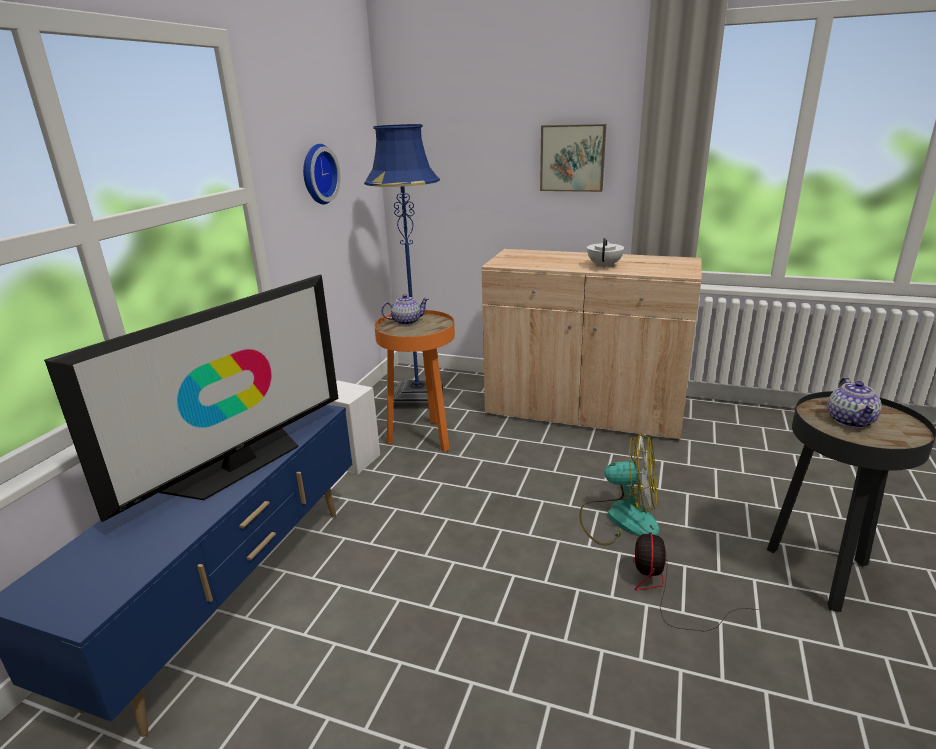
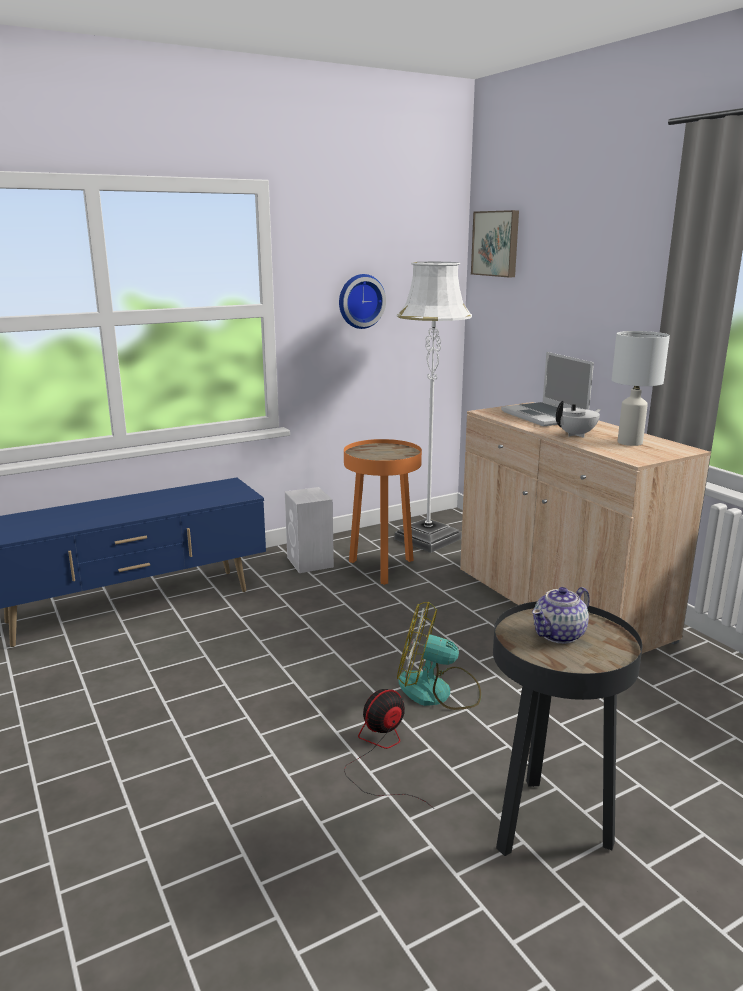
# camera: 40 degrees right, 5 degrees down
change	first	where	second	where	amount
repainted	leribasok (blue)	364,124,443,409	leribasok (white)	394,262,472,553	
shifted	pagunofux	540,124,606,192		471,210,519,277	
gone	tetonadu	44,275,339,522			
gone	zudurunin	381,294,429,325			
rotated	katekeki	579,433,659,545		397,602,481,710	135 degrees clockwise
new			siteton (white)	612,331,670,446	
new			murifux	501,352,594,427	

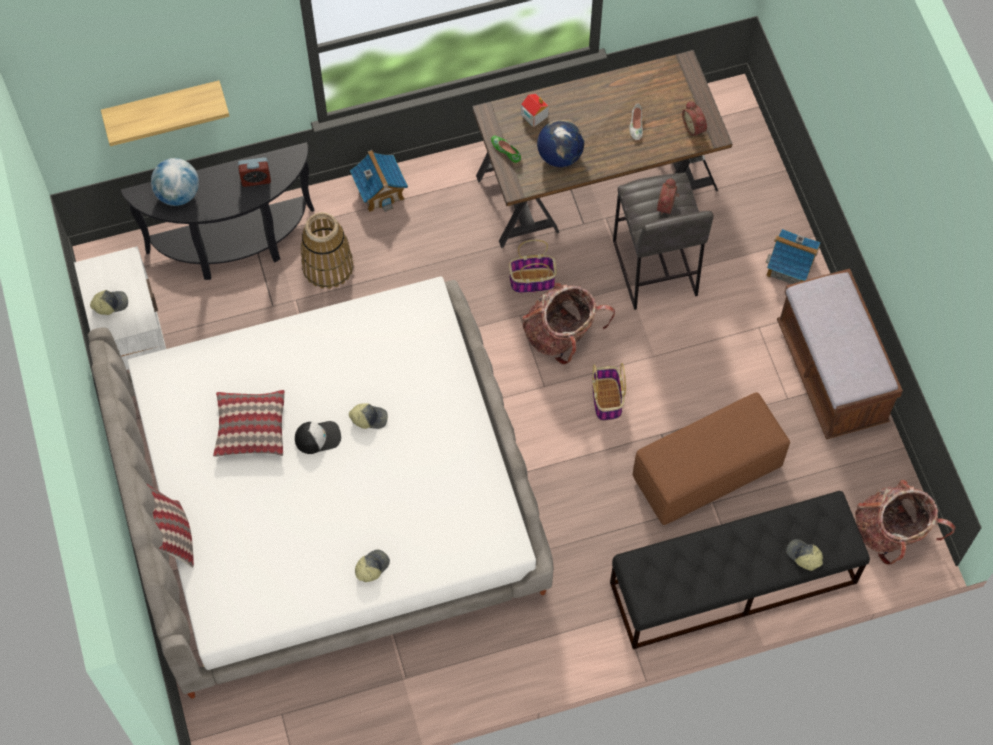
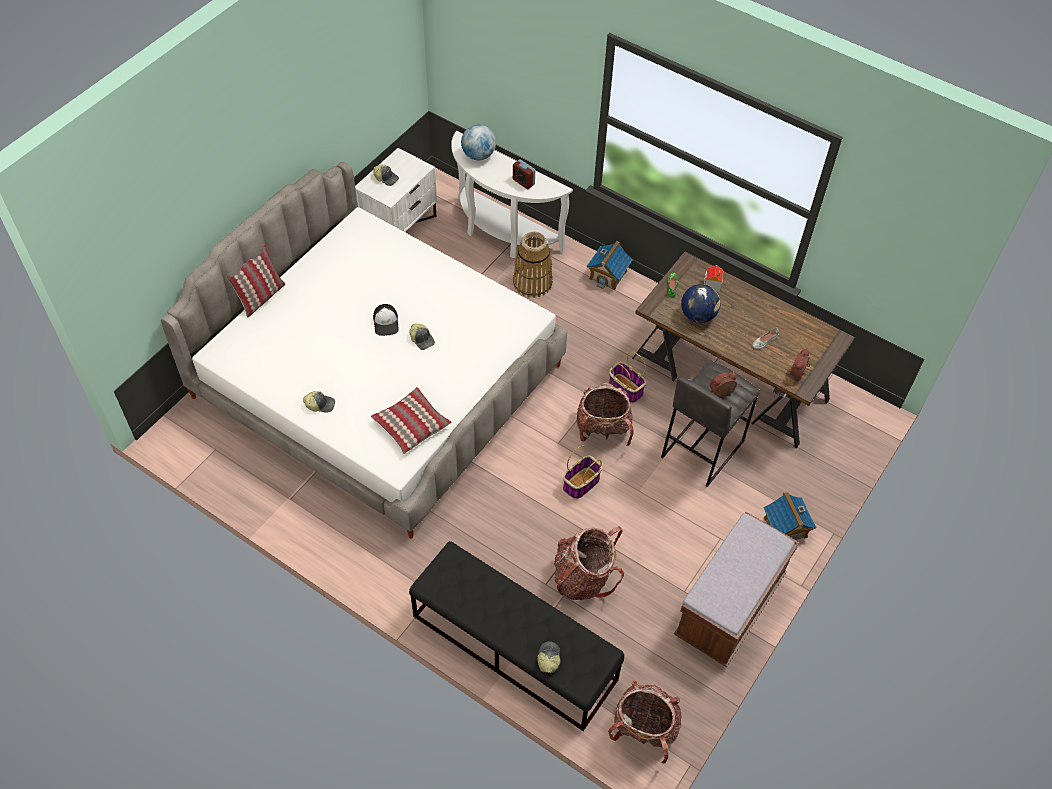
# camera: 50 degrees right, 10 degrees down
change	first	where	second	where	amount
gone	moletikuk	101,80,229,146			
repainted	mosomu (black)	121,142,315,280	mosomu (white)	451,131,573,258	
shifted	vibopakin	213,390,285,457		371,387,451,454	
swapped	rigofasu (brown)	633,392,790,525	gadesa	554,526,624,600	
rotated	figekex	295,421,341,454		373,304,399,336	45 degrees clockwise

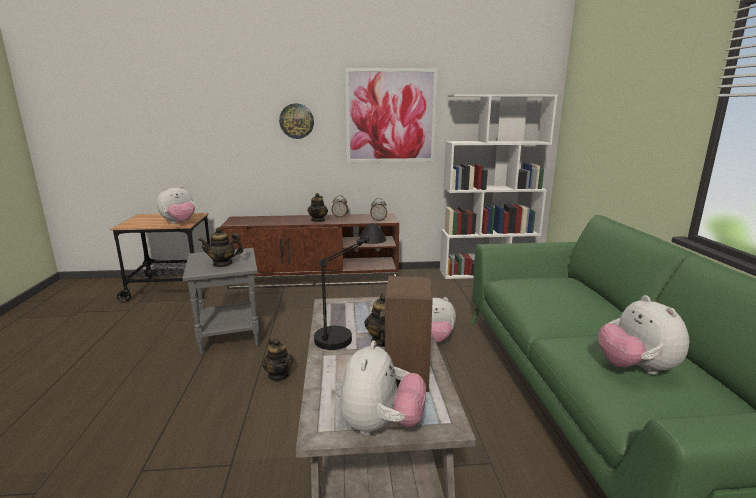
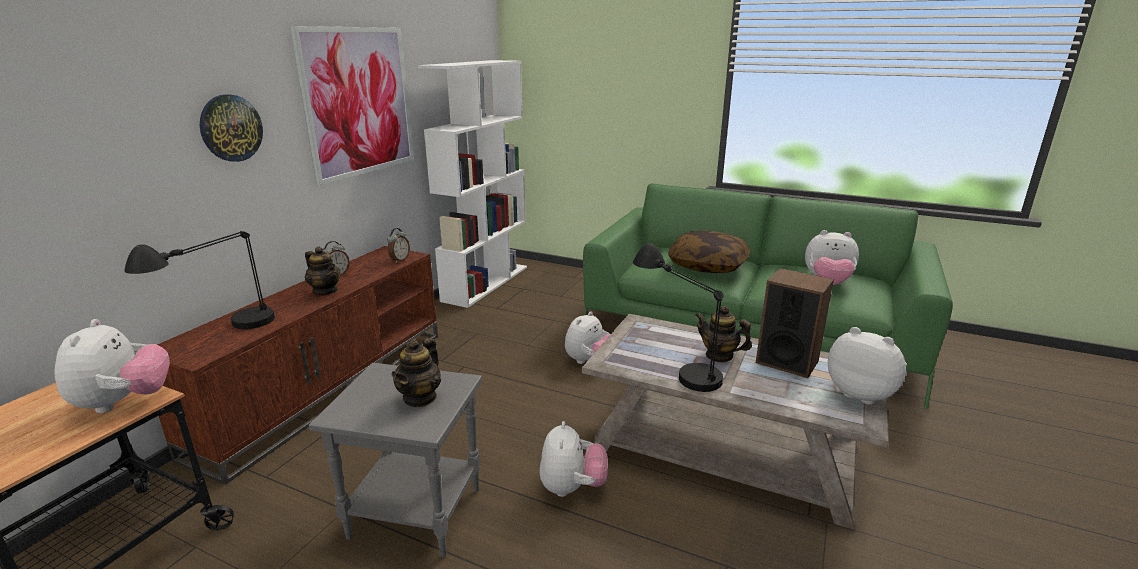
# camera: 60 degrees left, 5 degrees up
change	first	where	second	where	amount
swapped	zudurunin	262,338,293,381	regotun	540,421,608,497	
new			siteton (black)	124,231,275,329	
new			vibopakin	668,231,750,273	

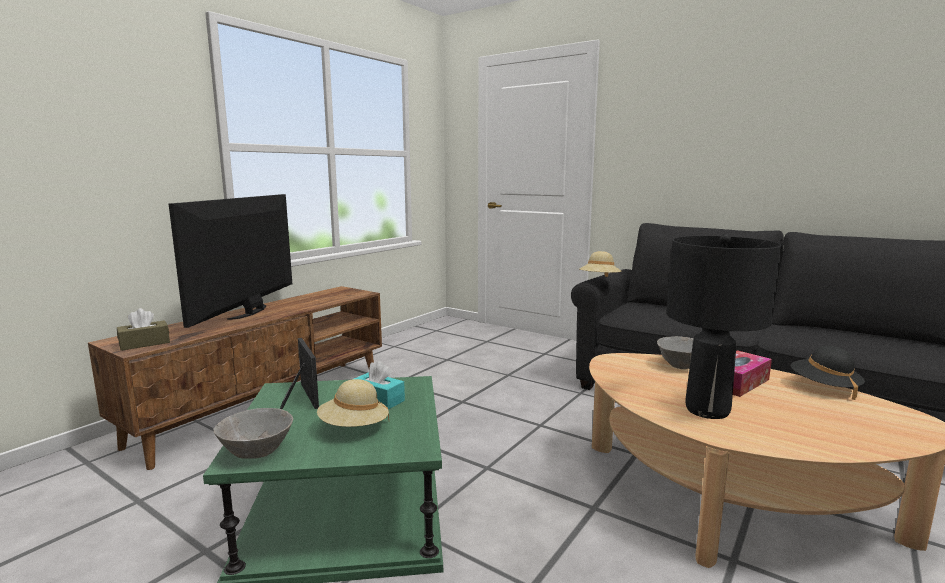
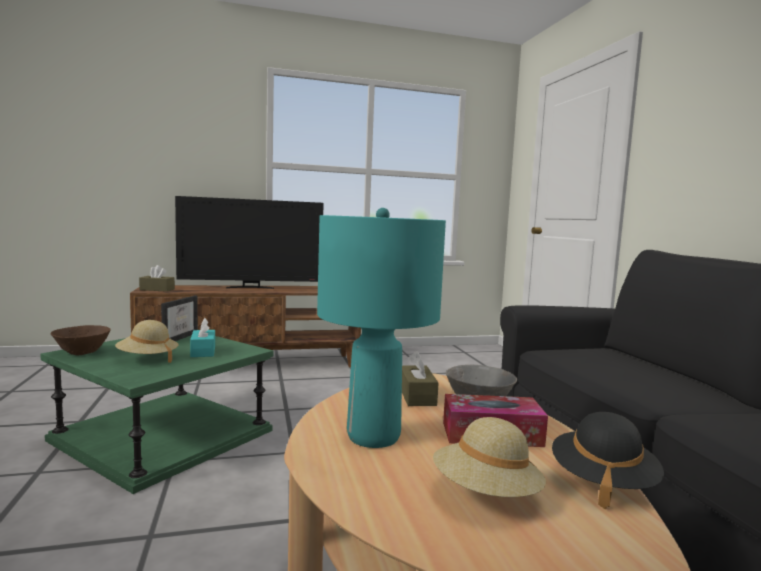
# camera: 40 degrees right, 5 degrees down
change	first	where	second	where	amount
rotated	tetonadu	169,194,292,328		175,196,324,289	150 degrees counterclockwise
repainted	siteton (black)	666,234,782,419	siteton (turquoise)	317,208,446,448	
shifted	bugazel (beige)	580,251,621,277		433,417,546,497	
repainted	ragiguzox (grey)	214,408,293,459	ragiguzox (brown)	50,325,111,355	
new			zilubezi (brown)	402,351,439,406	

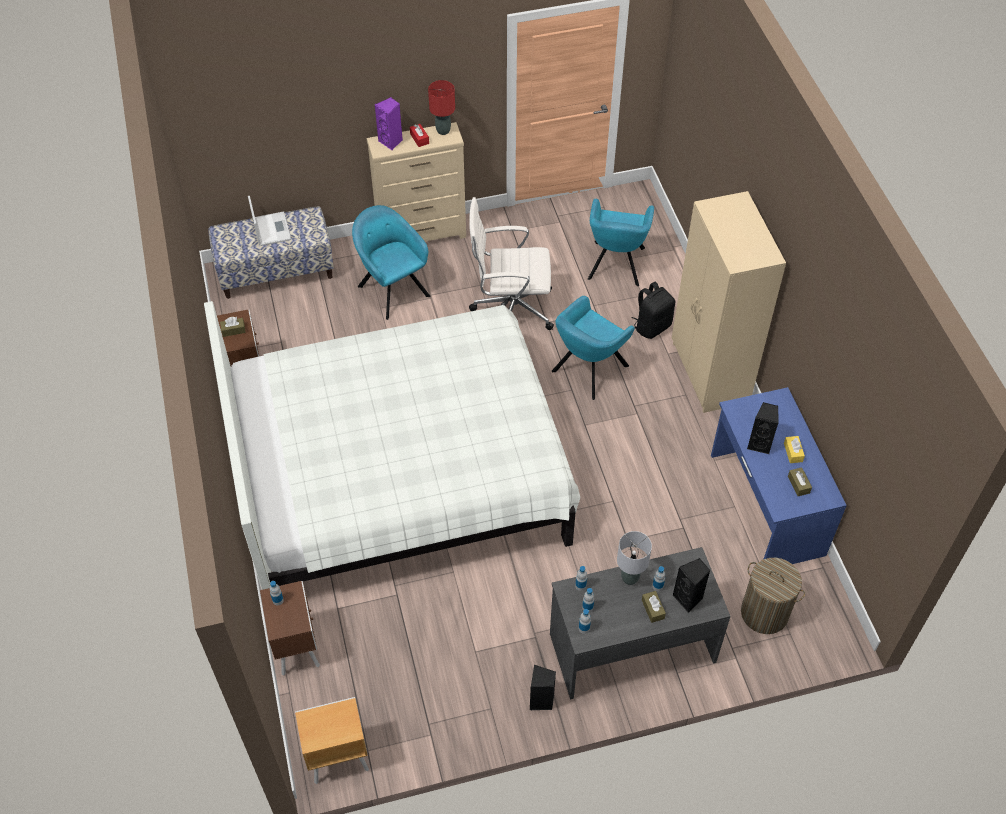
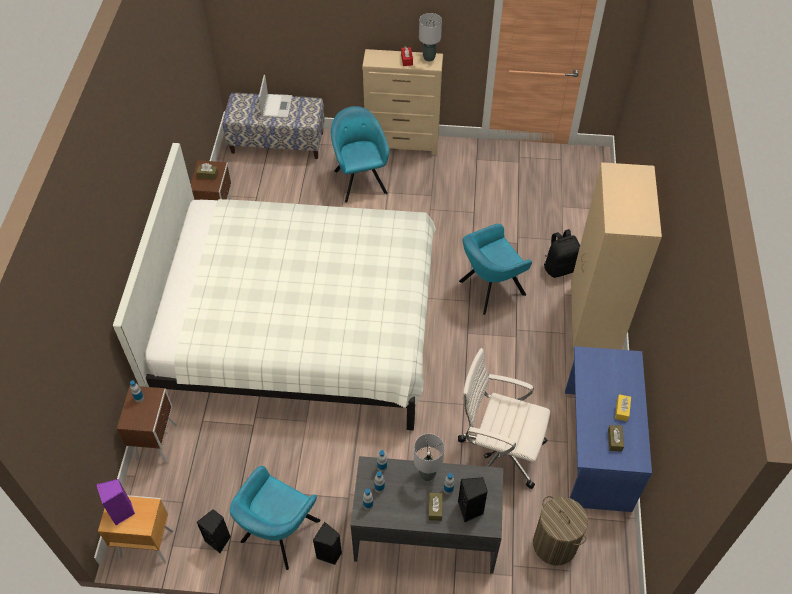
# camera: 20 degrees right, 0 degrees up
change	first	where	second	where	amount
repainted	siteton (red)	428,80,455,135	siteton (grey)	419,13,442,61	
shifted	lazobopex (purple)	375,97,403,150		96,479,135,525	
shifted	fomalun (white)	469,197,554,330		458,348,550,489	
shifted	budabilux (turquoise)	588,199,654,286		230,466,321,570	
shifted	lazobopex (black)	747,402,779,454		197,509,231,553	

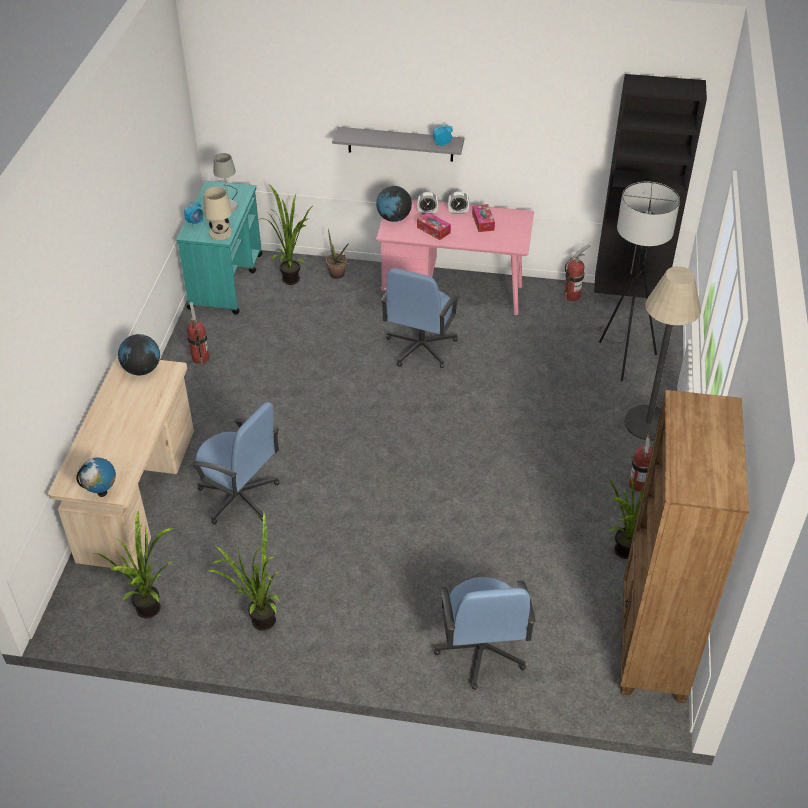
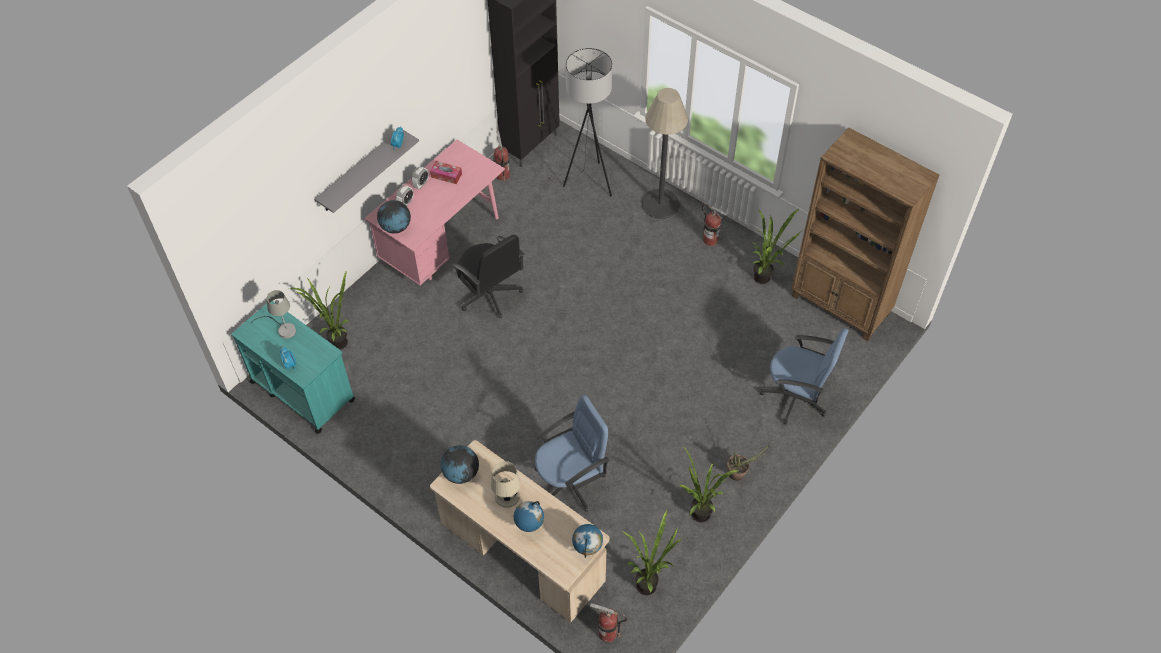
# camera: 60 degrees left, 10 degrees up
change	first	where	second	where	amount
shifted	siteton (beige)	204,187,232,240		491,461,521,508	
gone	zilubezi	417,212,451,240			
shifted	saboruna	326,228,349,279		727,444,770,481	
repainted	fomalun (blue)	381,268,460,368	fomalun (black)	452,235,524,318	
shifted	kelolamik	187,302,209,365		590,603,627,642	
new			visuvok	514,501,544,532	

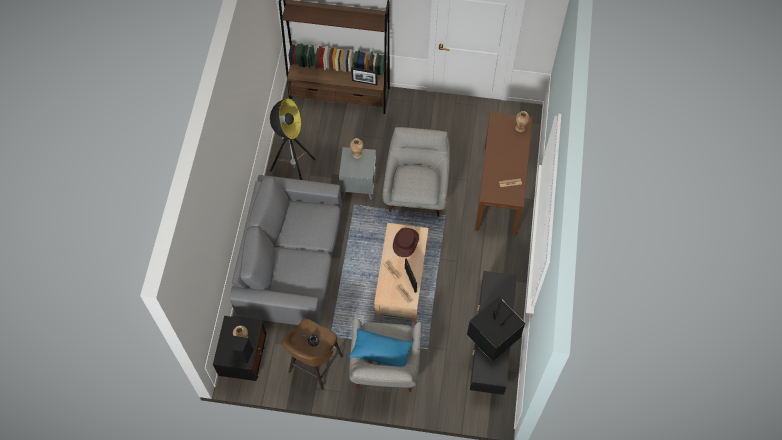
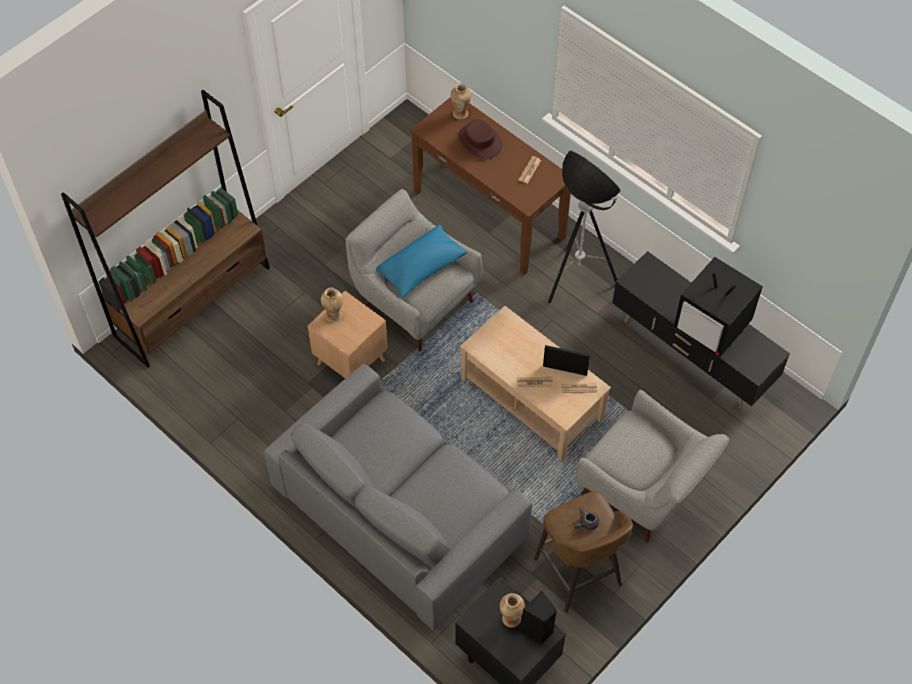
# camera: 55 degrees left, 5 degrees down
change	first	where	second	where	amount
gone	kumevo	351,67,378,85			
shifted	leribasok	270,98,315,180		548,150,621,303	
repainted	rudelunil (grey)	339,147,376,199	rudelunil (brown)	308,291,388,378	
shifted	bugazel (brown)	393,228,419,257		458,119,503,159	
rotated	tetonadu	467,297,525,362		674,257,763,357	135 degrees counterclockwise
shifted	vibopakin (blue)	349,328,413,367		376,225,468,297	

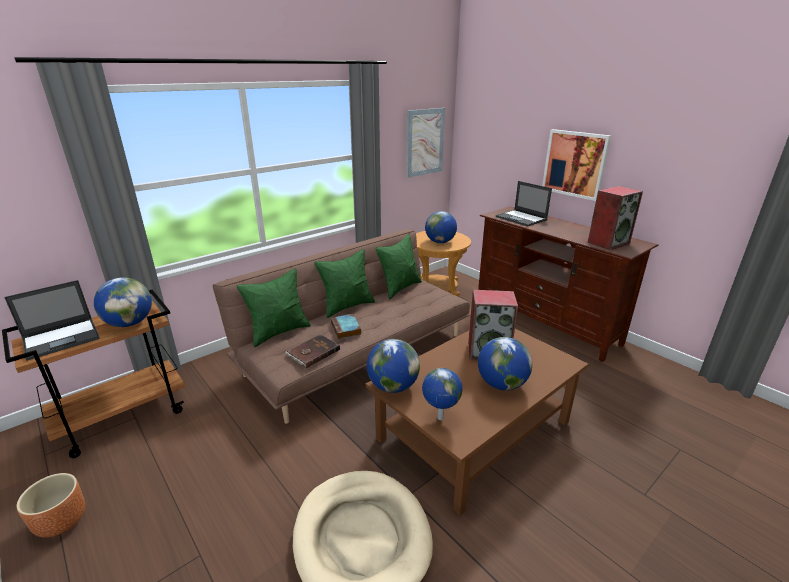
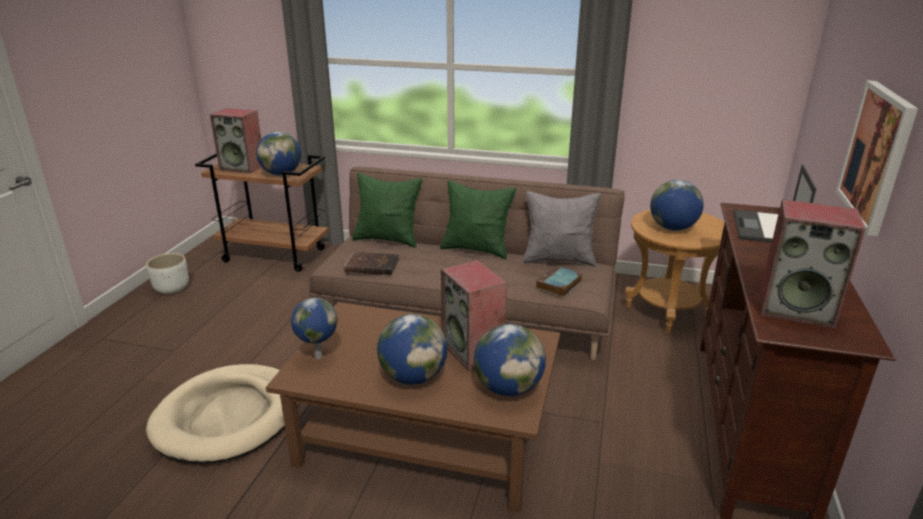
# camera: 55 degrees right, 0 degrees up
change	first	where	second	where	amount
gone	pagunofux	407,108,445,177			
repainted	vibopakin (green)	375,234,422,299	vibopakin (grey)	523,191,601,267	
swapped	murifux	4,280,100,361	lazobopex	210,108,261,173	
shifted	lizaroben	331,314,362,339		536,266,582,297	
shifted	visuvok	367,339,420,393		474,324,546,396	
repainted	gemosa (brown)	17,473,85,538	gemosa (white)	146,253,189,294	

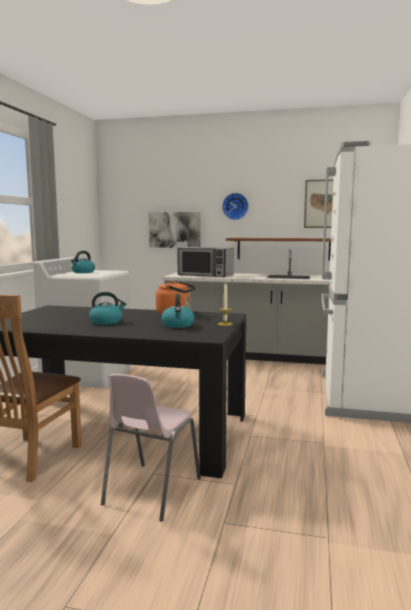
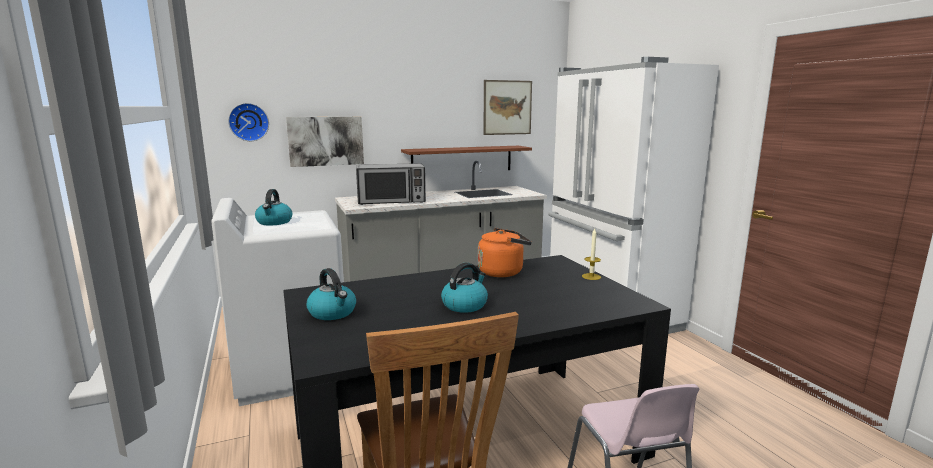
# camera: 35 degrees left, 5 degrees up
change	first	where	second	where	amount
shifted	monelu	222,193,249,220		228,103,269,141	
shifted	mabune	161,294,195,328		307,268,356,320	

